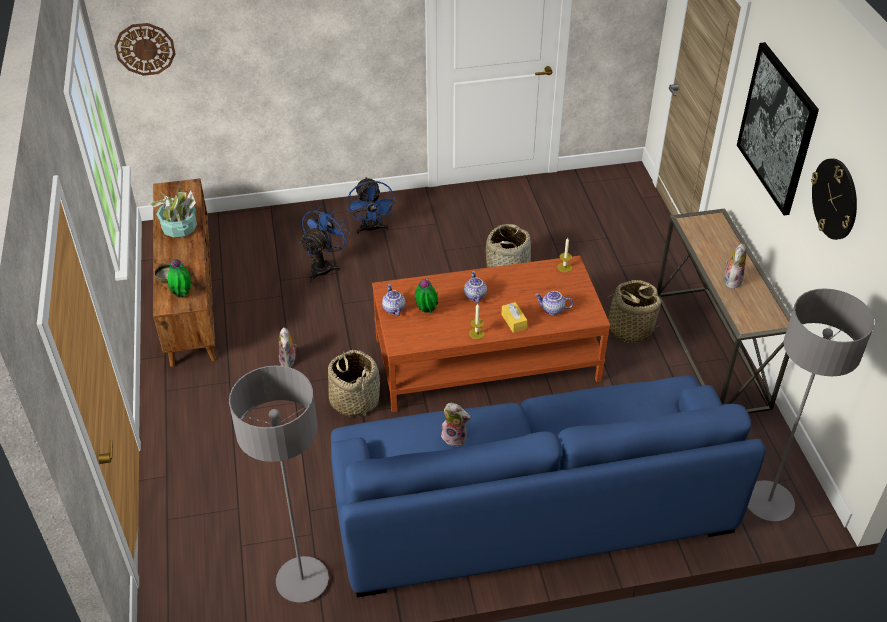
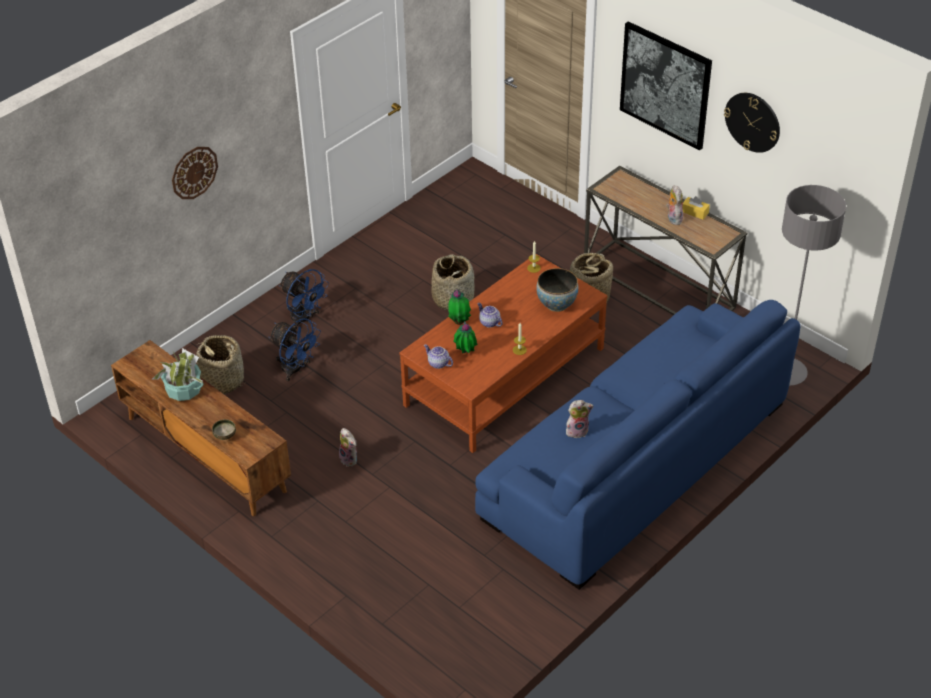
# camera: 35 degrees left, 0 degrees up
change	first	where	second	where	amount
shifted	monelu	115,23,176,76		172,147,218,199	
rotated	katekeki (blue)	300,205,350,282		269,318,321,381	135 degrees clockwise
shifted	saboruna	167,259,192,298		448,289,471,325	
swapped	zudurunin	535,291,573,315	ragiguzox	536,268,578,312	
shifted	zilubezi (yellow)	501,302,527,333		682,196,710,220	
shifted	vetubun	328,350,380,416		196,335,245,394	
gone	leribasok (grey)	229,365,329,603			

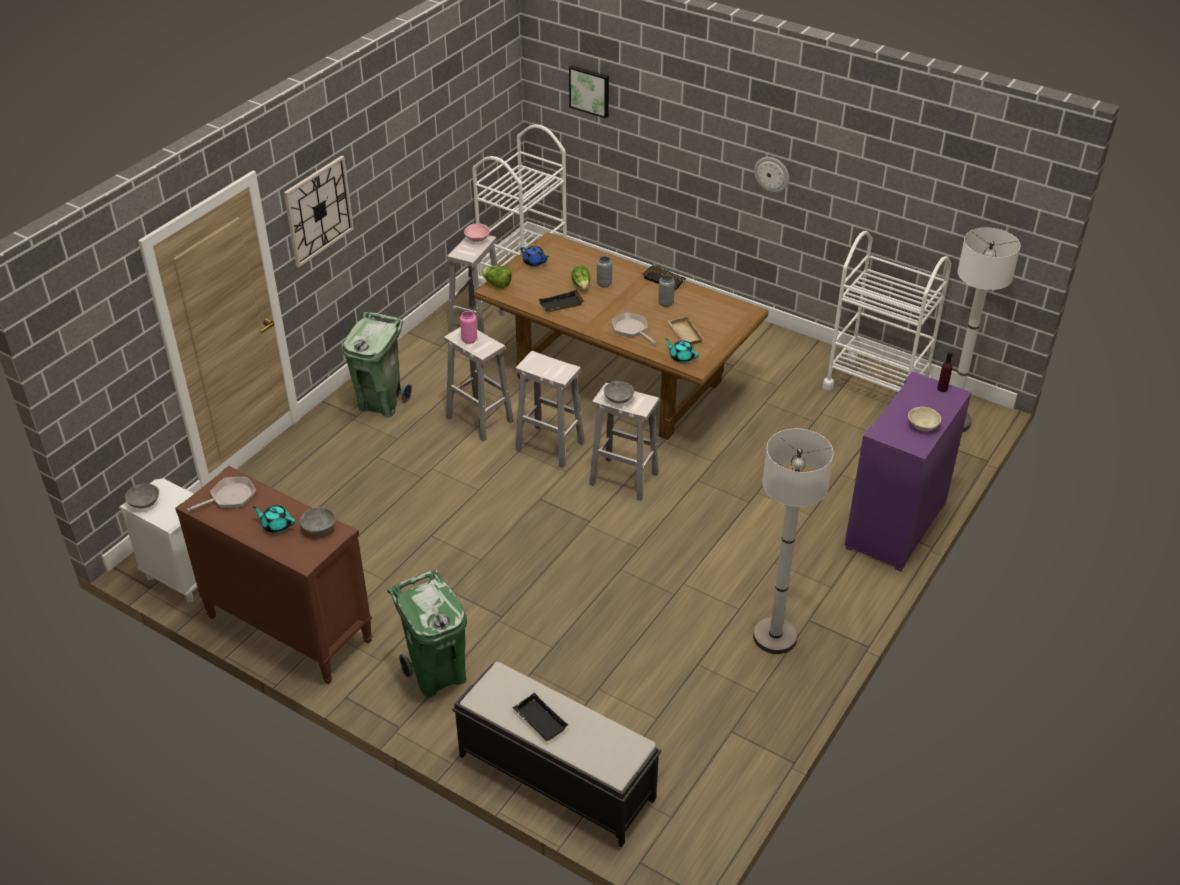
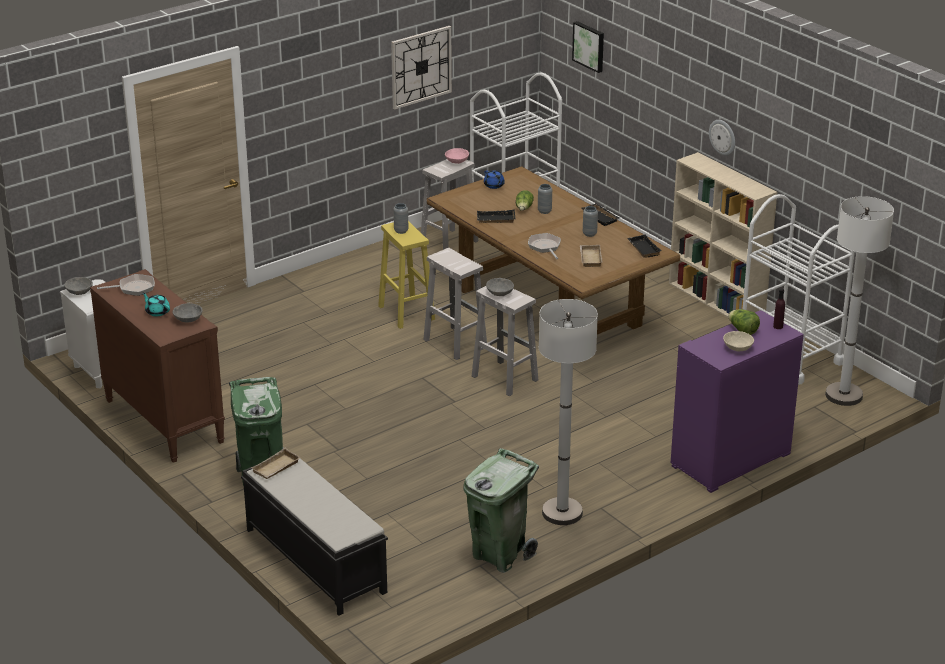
# camera: 20 degrees right, 10 degrees down
change	first	where	second	where	amount
shifted	monelu	284,155,354,267		391,26,452,109	
shifted	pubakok	482,265,512,289		728,309,760,335	
repainted	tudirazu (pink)	460,311,477,344	tudirazu (grey)	393,203,408,234	
shifted	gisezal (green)	343,312,412,418		463,448,539,573	
repainted	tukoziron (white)	444,327,514,441	tukoziron (yellow)	378,221,435,329	
gone	zudurunin (turquoise)	665,338,699,363			
shifted	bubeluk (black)	512,693,568,741		627,235,662,258	
new			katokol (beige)	669,152,777,318	
new			bubeluk (beige)	251,448,301,479	

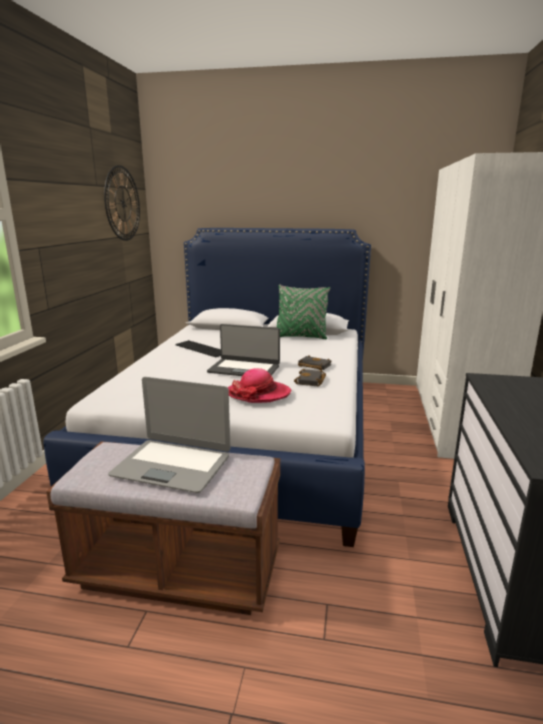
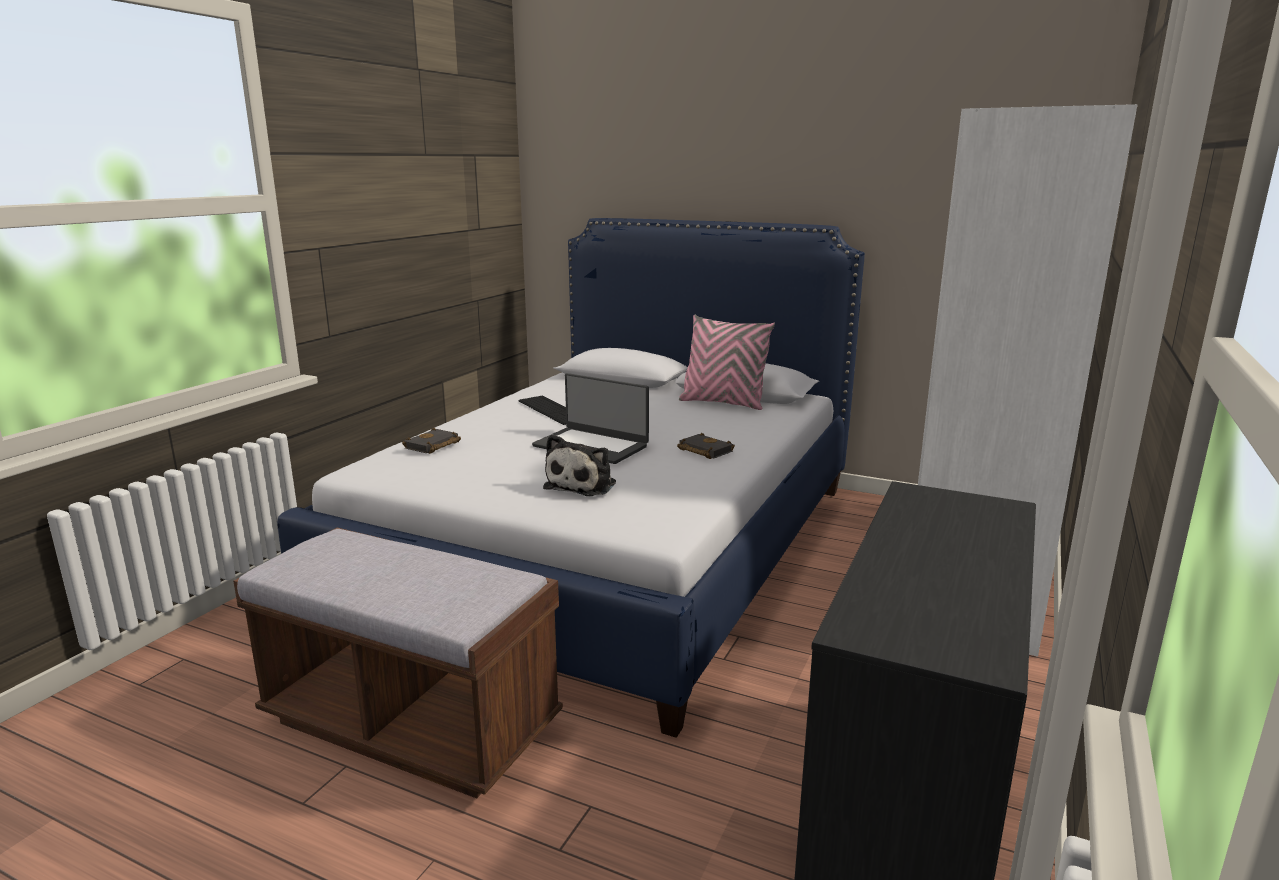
# camera: 15 degrees right, 0 degrees up
change	first	where	second	where	amount
gone	monelu	104,165,140,241			
repainted	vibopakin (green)	277,284,330,339	vibopakin (pink)	679,315,775,410	
swapped	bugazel	228,368,291,403	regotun	543,434,616,496	
shifted	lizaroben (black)	294,369,326,386		402,428,461,454	
gone	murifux	108,377,231,493			

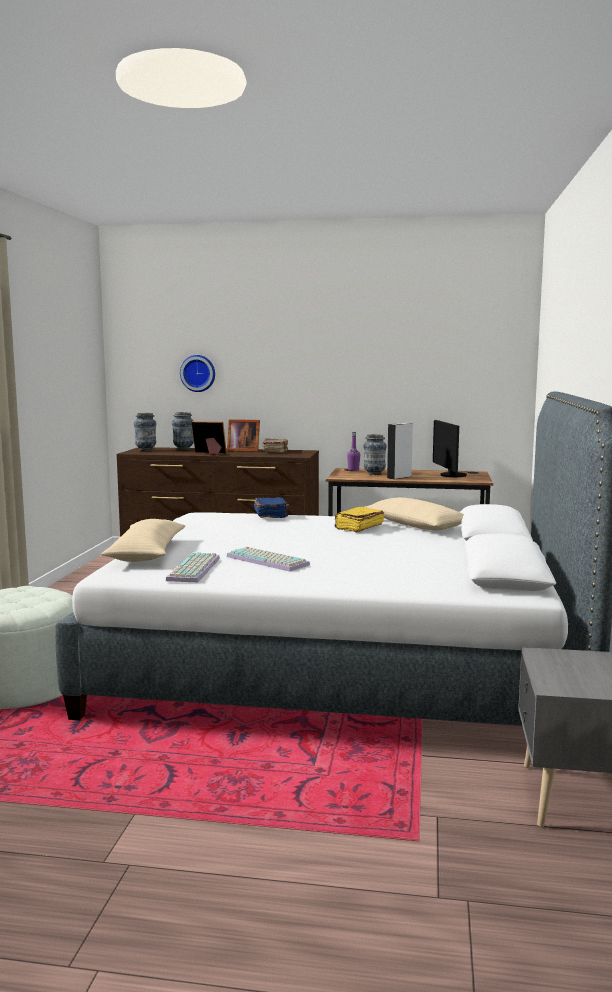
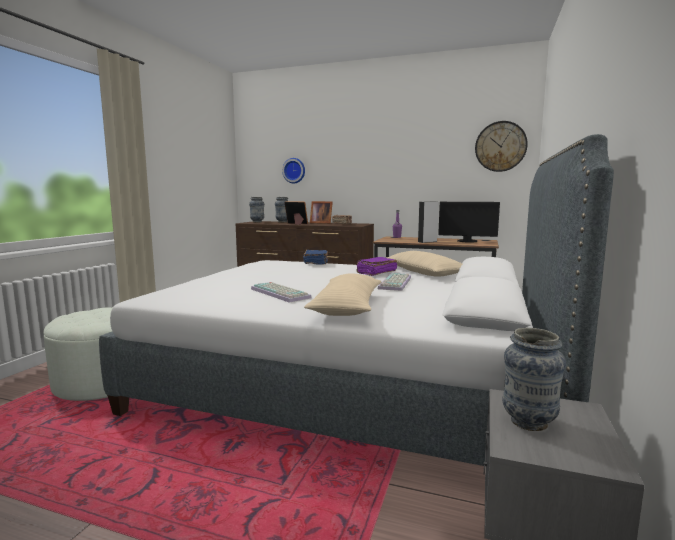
# camera: 10 degrees right, 0 degrees up
change	first	where	second	where	amount
rotated	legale	433,420,467,477		438,202,500,243	75 degrees counterclockwise
shifted	tudirazu	363,434,387,475		502,328,566,431	
repainted	lizaroben (yellow)	335,507,384,533	lizaroben (purple)	356,257,397,276	
shifted	vibopakin (beige)	101,519,185,562		304,273,381,316	
shifted	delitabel	166,553,220,582		378,273,411,291	
new			monelu	475,121,528,172	

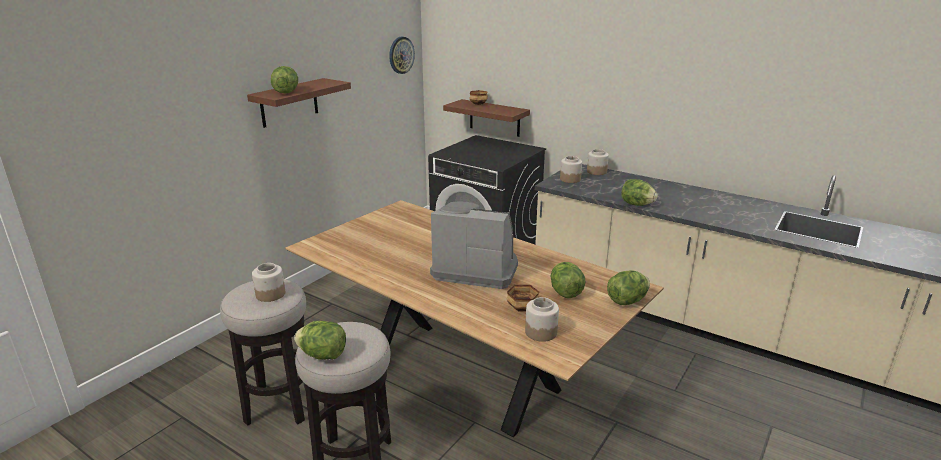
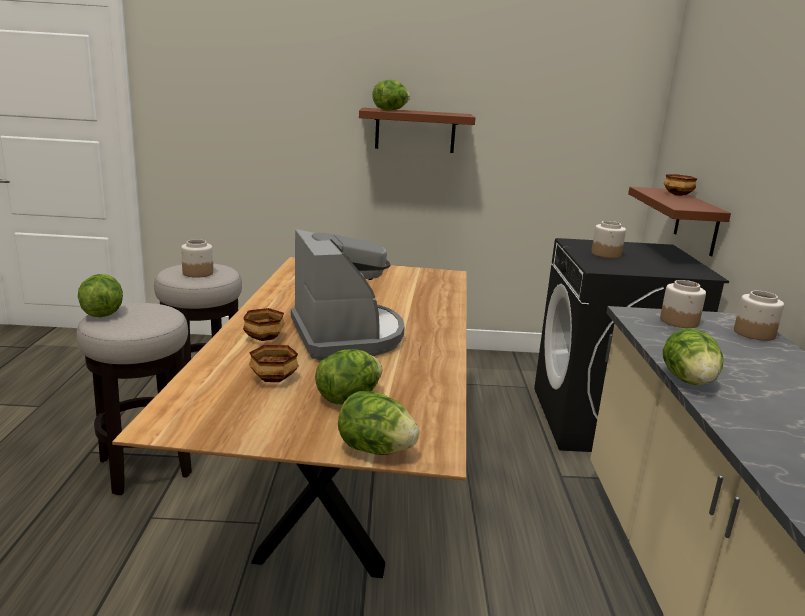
# camera: 55 degrees right, 5 degrees down
change	first	where	second	where	amount
gone	monelu	389,37,415,74			
shifted	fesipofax	525,297,559,342		591,221,626,258	
new			ragiguzox	243,308,285,341	

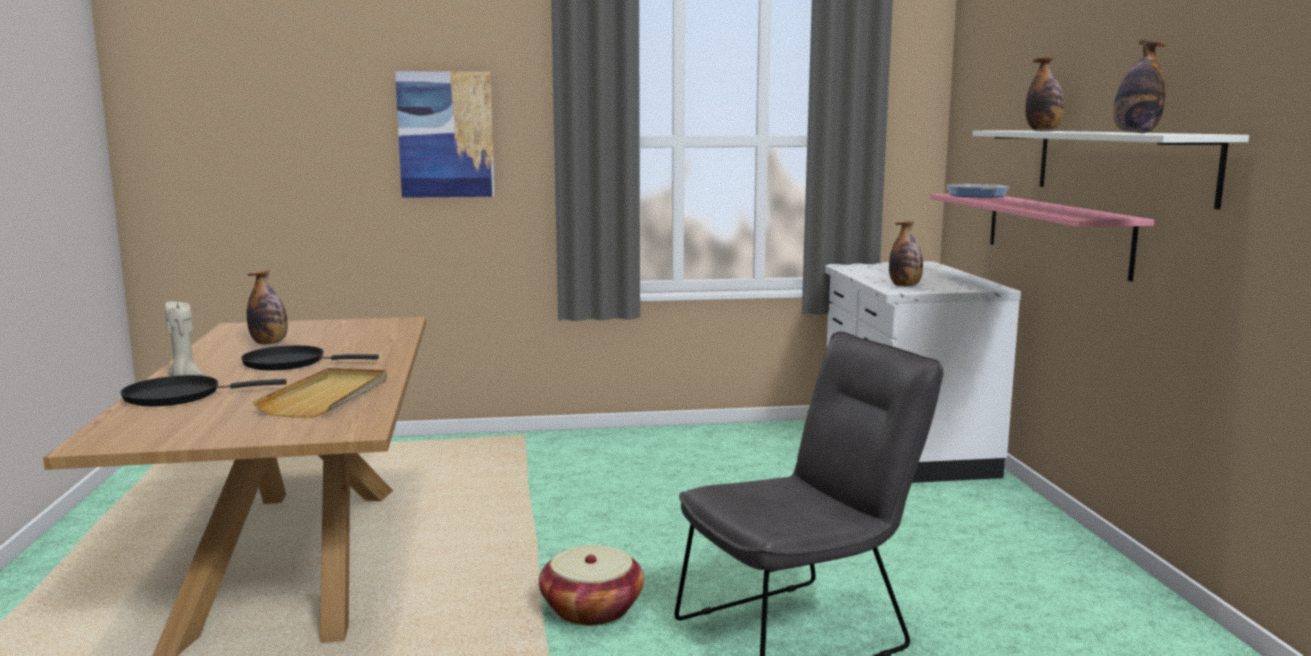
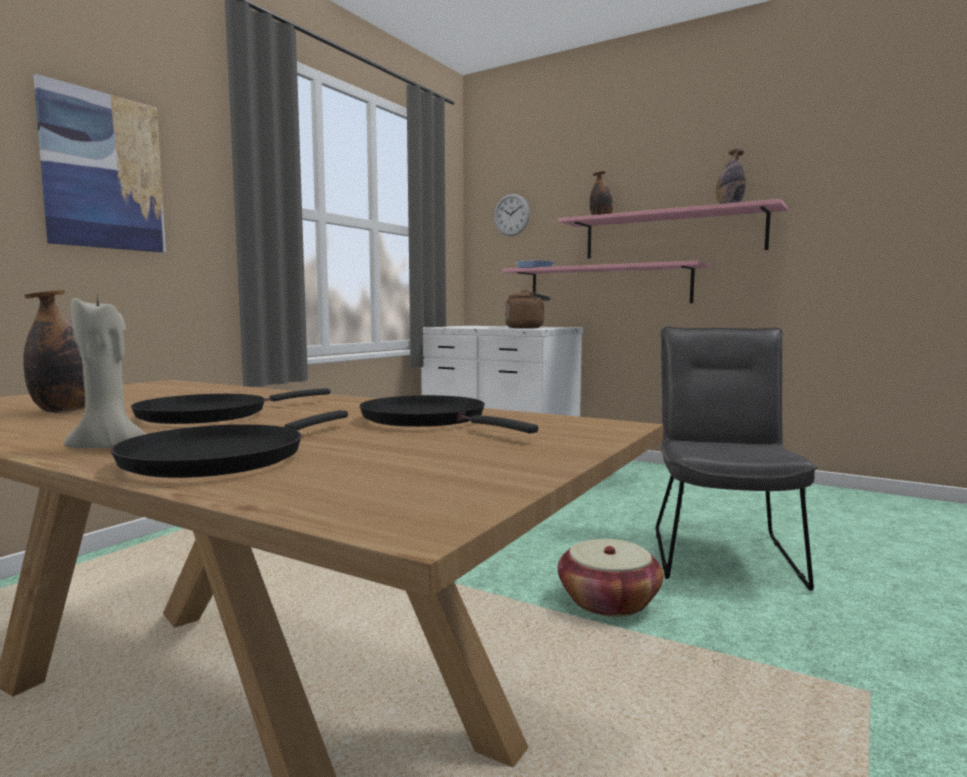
# camera: 50 degrees left, 5 degrees down
change	first	where	second	where	amount
repainted	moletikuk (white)	973,131,1249,210	moletikuk (pink)	558,199,788,259	
swapped	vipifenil	889,221,923,287	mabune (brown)	505,290,551,329	
swapped	bubeluk (beige)	253,368,387,417	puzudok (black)	359,395,538,433	
new			monelu	494,194,530,236	

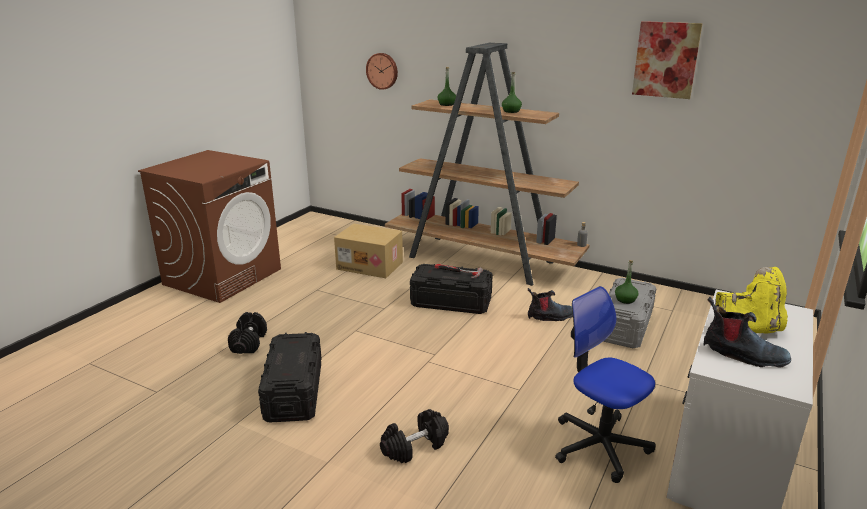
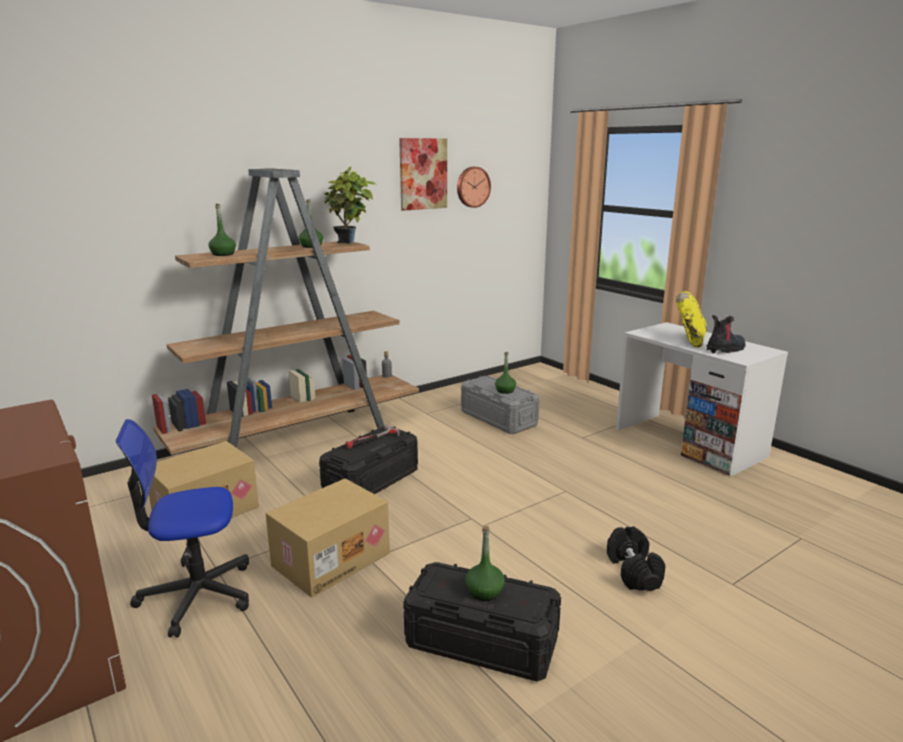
# camera: 65 degrees left, 5 degrees down
change	first	where	second	where	amount
shifted	monelu	366,53,398,90		457,167,491,208	
shifted	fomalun	555,286,655,483		116,419,249,638	
gone	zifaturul	528,288,573,321			
gone	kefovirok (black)	228,312,267,354			
new			saboruna	324,166,377,244	
new			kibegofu	266,478,390,598	
new			vipifenil (green)	465,526,505,601	

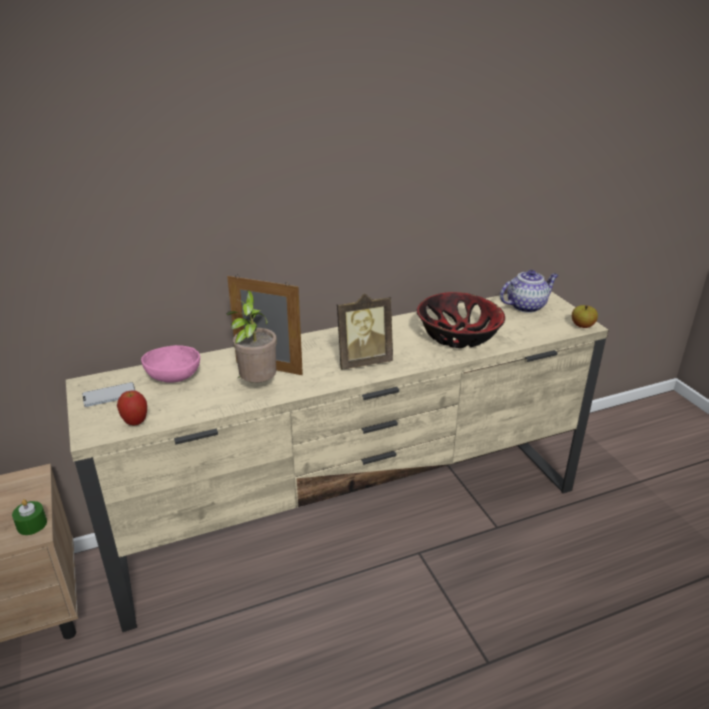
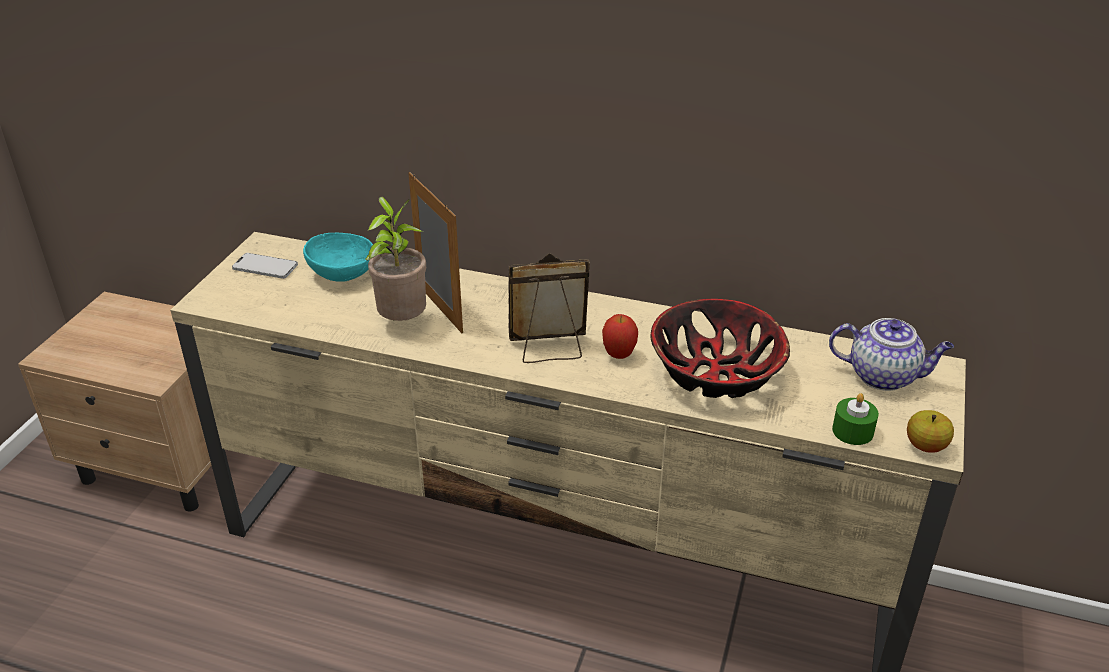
# camera: 40 degrees right, 5 degrees up
change	first	where	second	where	amount
rotated	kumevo	337,294,393,370		508,253,590,363	150 degrees clockwise
repainted	ragiguzox (pink)	141,345,200,383	ragiguzox (turquoise)	303,233,373,282	
shifted	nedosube	117,391,147,426		602,314,638,359	
shifted	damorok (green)	12,499,47,535		832,393,879,445	

